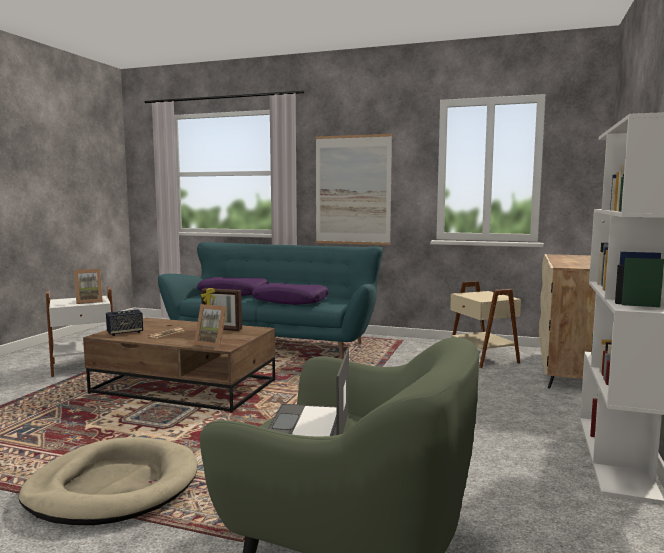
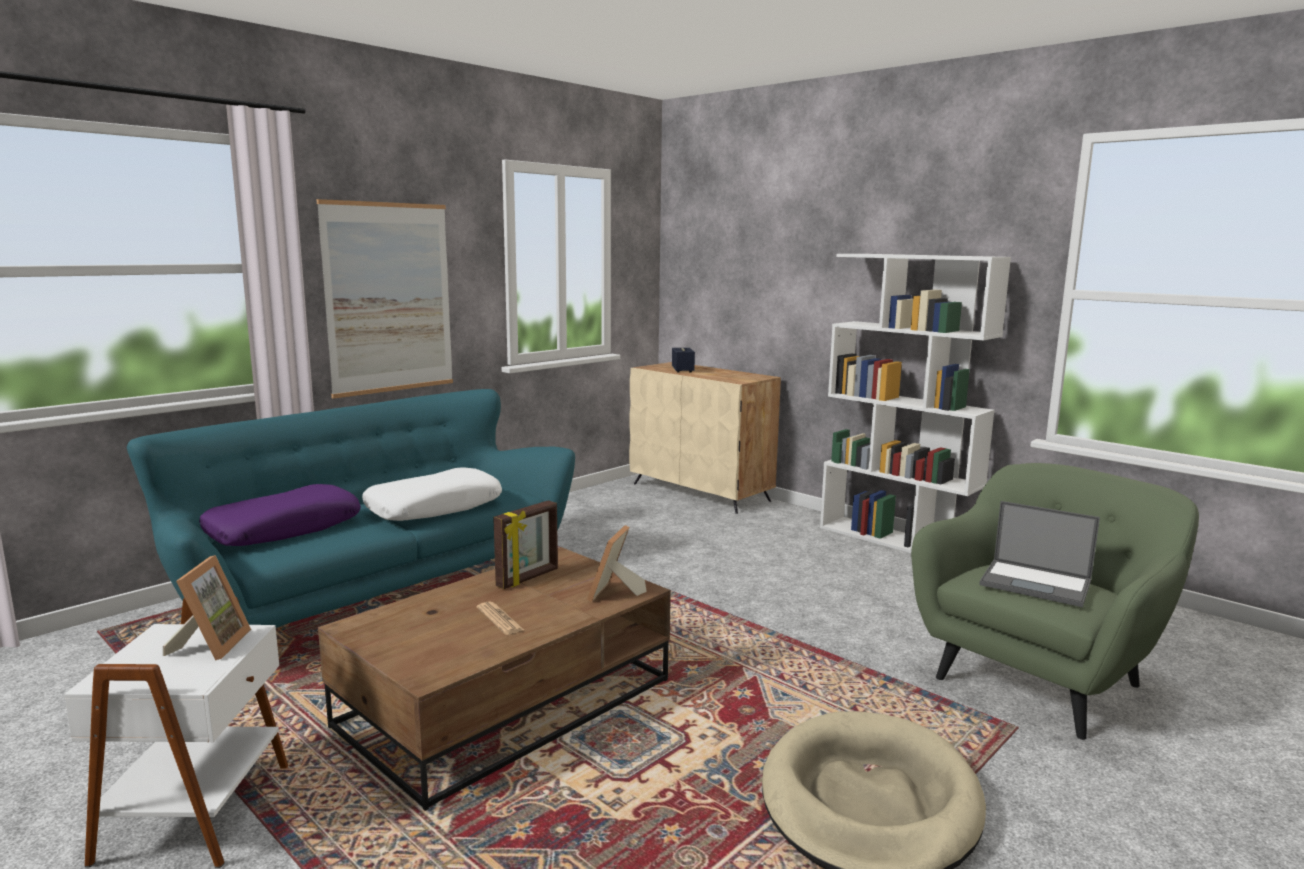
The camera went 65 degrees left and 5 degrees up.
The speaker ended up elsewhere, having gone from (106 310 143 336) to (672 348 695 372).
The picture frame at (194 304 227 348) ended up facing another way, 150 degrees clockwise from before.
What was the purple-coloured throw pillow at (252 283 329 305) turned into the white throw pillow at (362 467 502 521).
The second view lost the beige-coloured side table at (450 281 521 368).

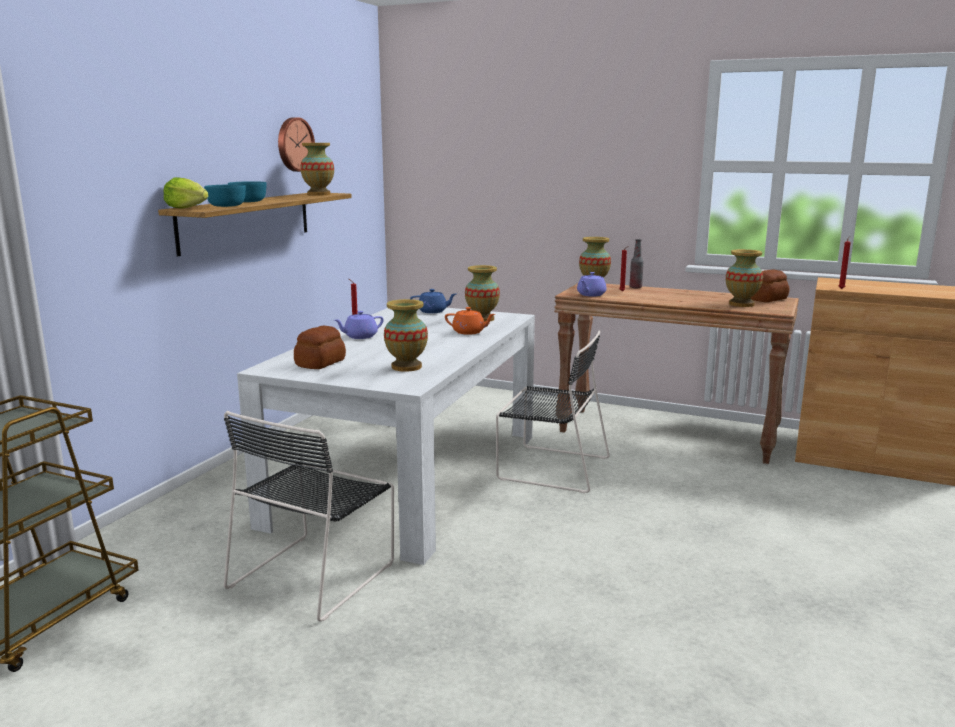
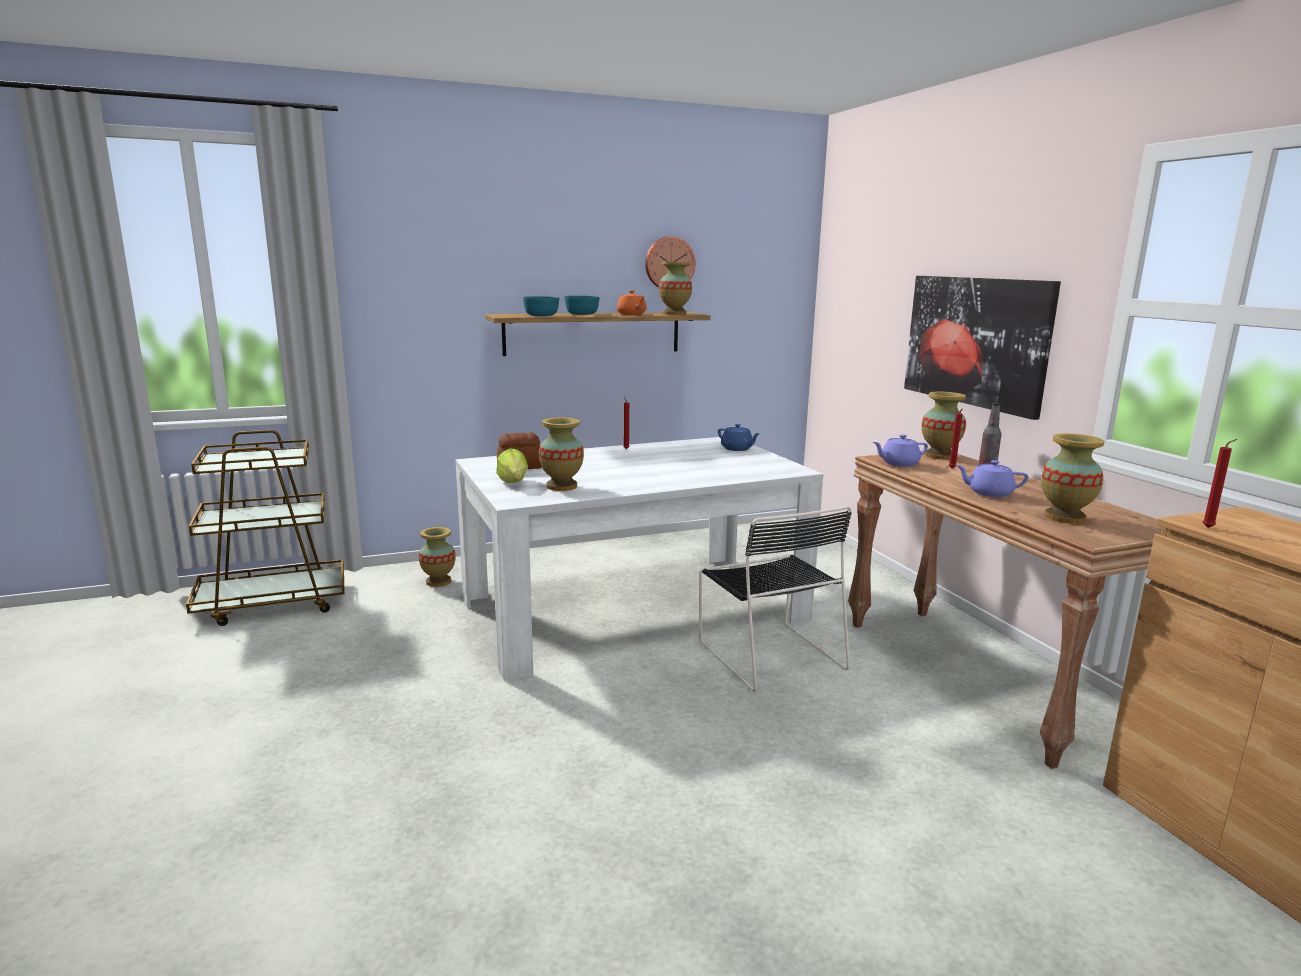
The camera went 45 degrees right and 0 degrees up.
The lettuce head ended up elsewhere, having gone from (163 177 209 208) to (496 448 528 483).
The second view lost the blackish chair at (224 411 394 622).
The purple-coloured teapot ended up elsewhere, having gone from (334 311 384 339) to (955 460 1028 497).
The orangey teapot ended up elsewhere, having gone from (445 307 495 335) to (617 290 647 315).
The flower vase ended up elsewhere, having gone from (465 265 500 322) to (419 527 455 587).
The second view lost the baked bread at (751 270 789 302).
The second view gained the picture at (904 276 1061 420).

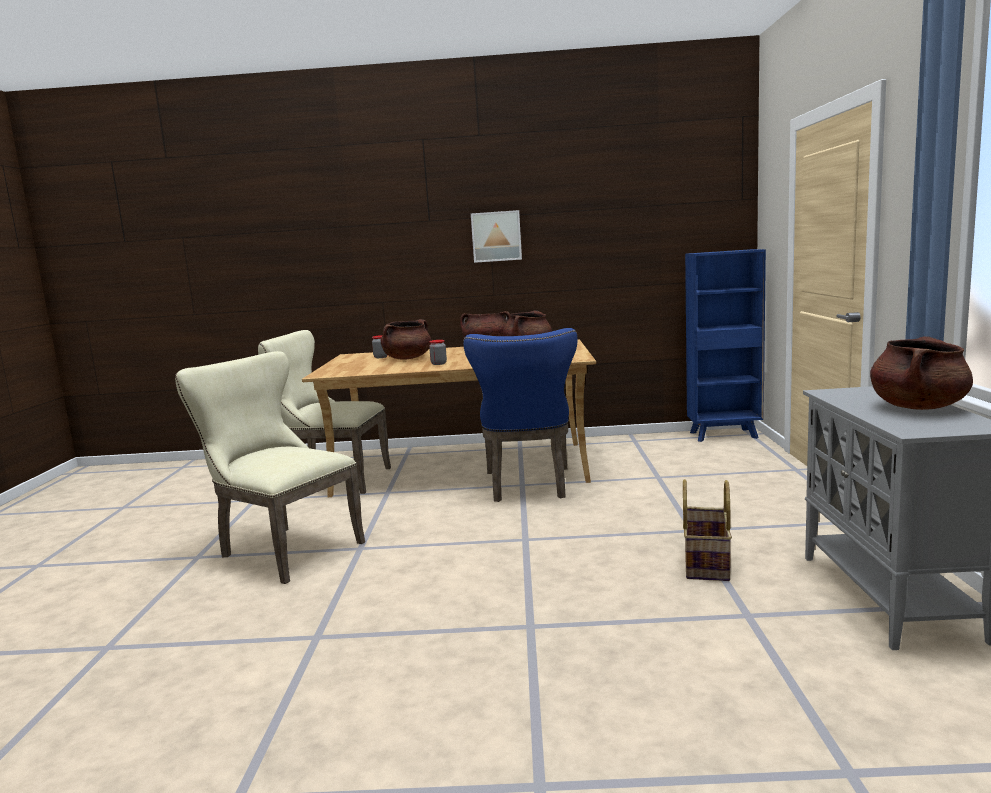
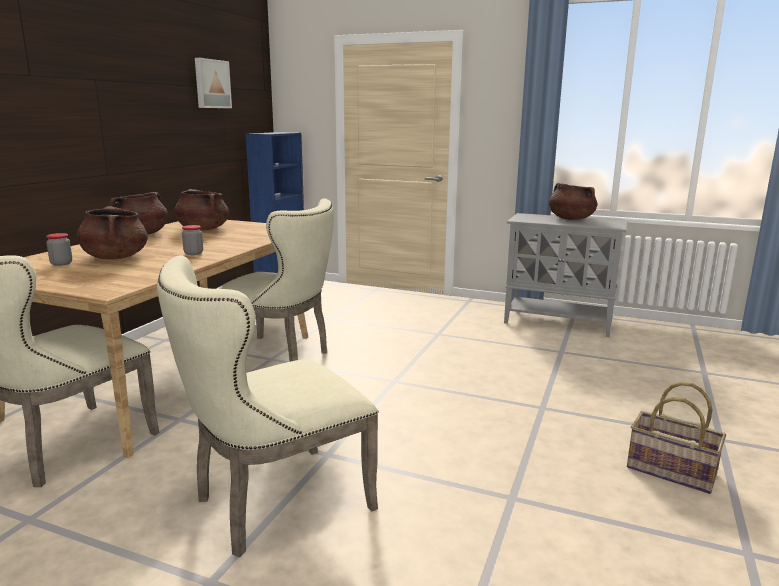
The camera went 70 degrees left and 5 degrees up.
What was the blue-coloured chair at (463 328 578 502) turned into the beige-coloured chair at (216 198 334 362).
The picture ended up elsewhere, having gone from (471 210 522 263) to (195 58 232 108).
The basket ended up elsewhere, having gone from (683 479 732 581) to (627 382 726 494).

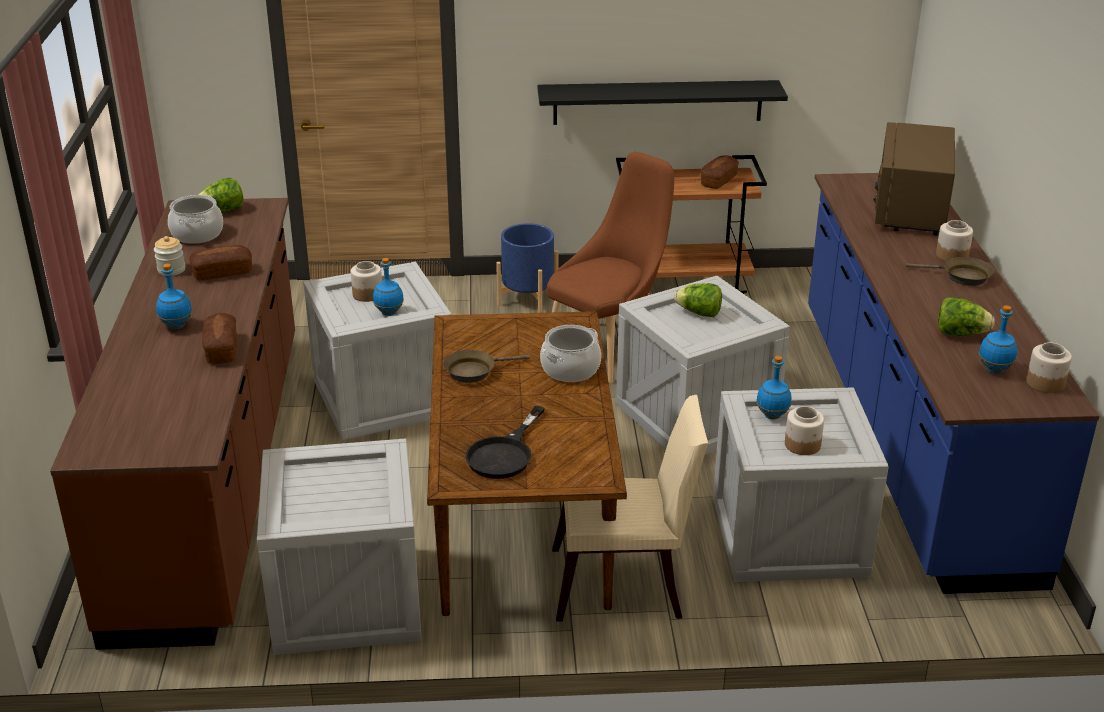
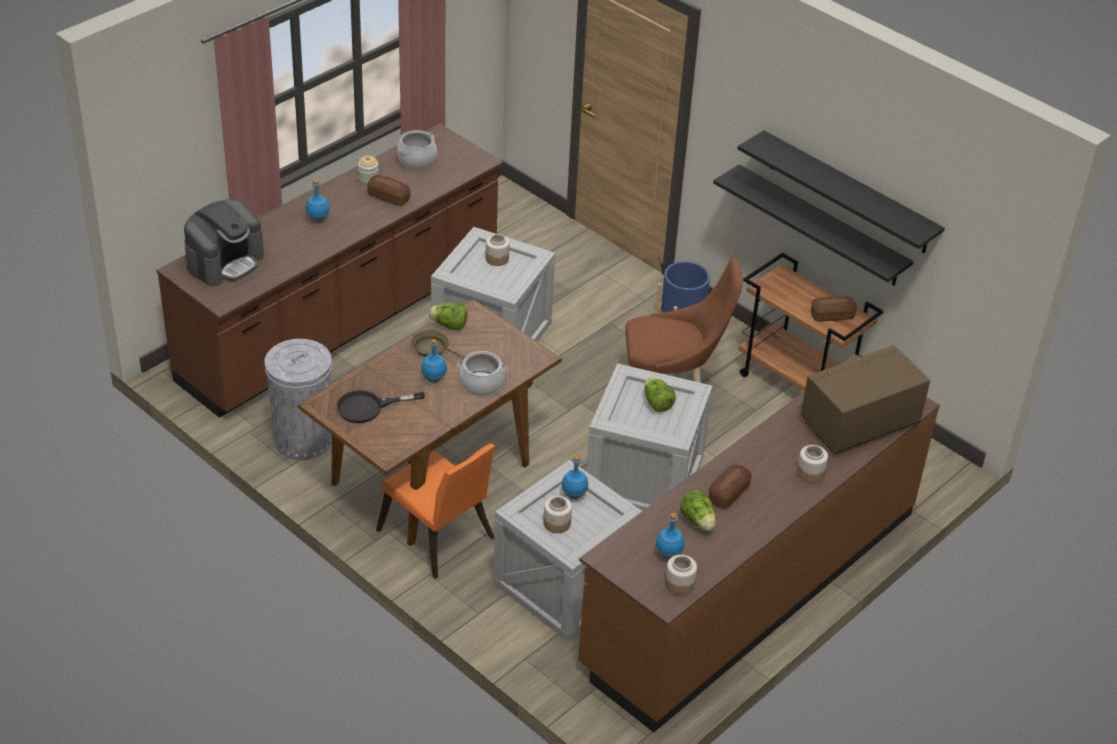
The camera went 45 degrees right and 10 degrees up.
The lettuce head ended up elsewhere, having gone from (198 178 243 211) to (429 302 467 331).
The baked bread ended up elsewhere, having gone from (202 313 237 364) to (709 465 752 509).
Where the packing crate stood at (257 438 422 655), the gray waste bin came to stand at (264 339 332 460).
The blue-coloured bottle ended up elsewhere, having gone from (373 258 404 316) to (421 339 447 383).
What was the beige-coloured chair at (552 395 708 622) turned into the orangey chair at (376 444 495 579).
What was the blue-coloured counter at (808 173 1100 594) turned into the brown counter at (578 354 940 732).
The second view lost the brown pan at (906 257 994 286).
The second view gained the coffee maker at (184 199 264 286).
The second view gained the blackish bracket shelf at (738 130 945 254).

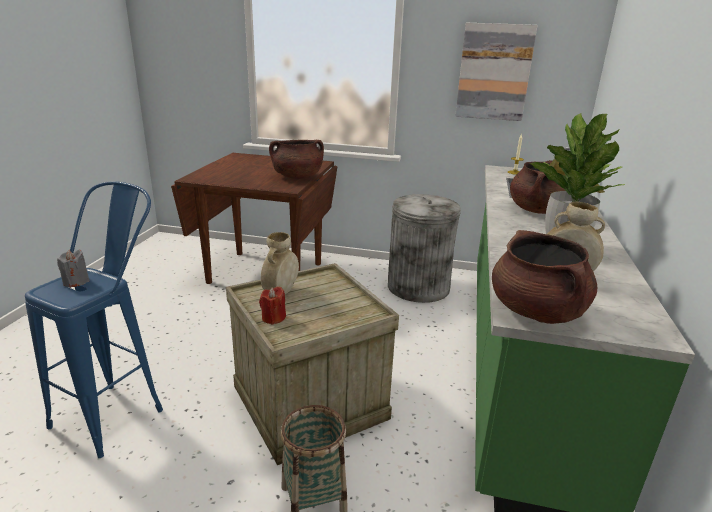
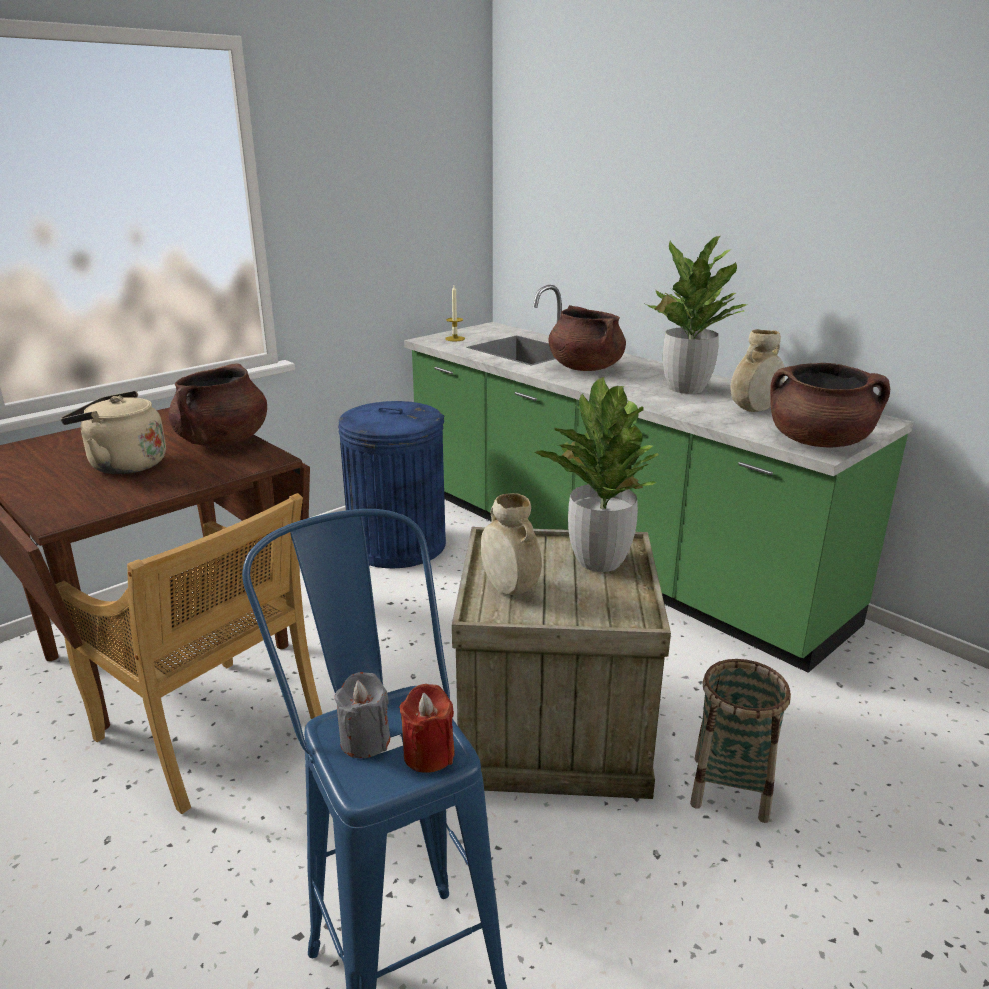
The camera went 55 degrees left and 0 degrees up.
The red wax candle ended up elsewhere, having gone from (259 287 286 325) to (399 684 455 773).
What was the gray waste bin at (388 194 461 303) turned into the blue-coloured waste bin at (338 401 446 568).
The second view lost the picture at (455 23 538 121).
The second view gained the beige-coloured chair at (55 493 322 814).
The second view gained the beige-coloured kettle at (61 391 166 474).
The second view gained the plant in a pot at (534 377 659 572).

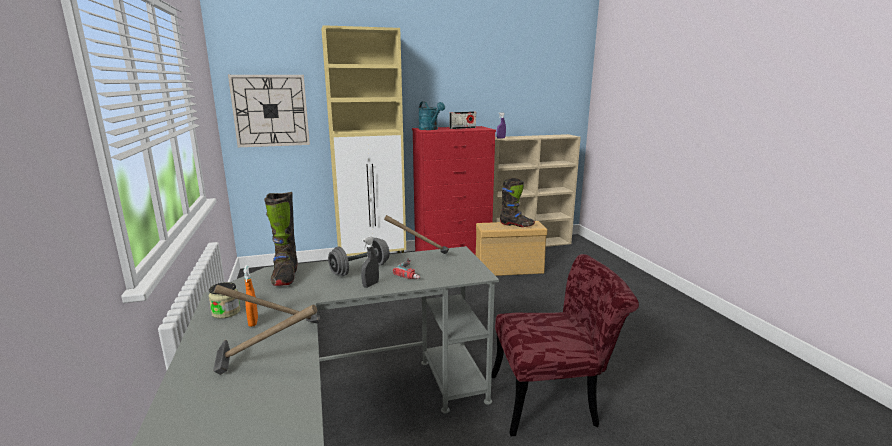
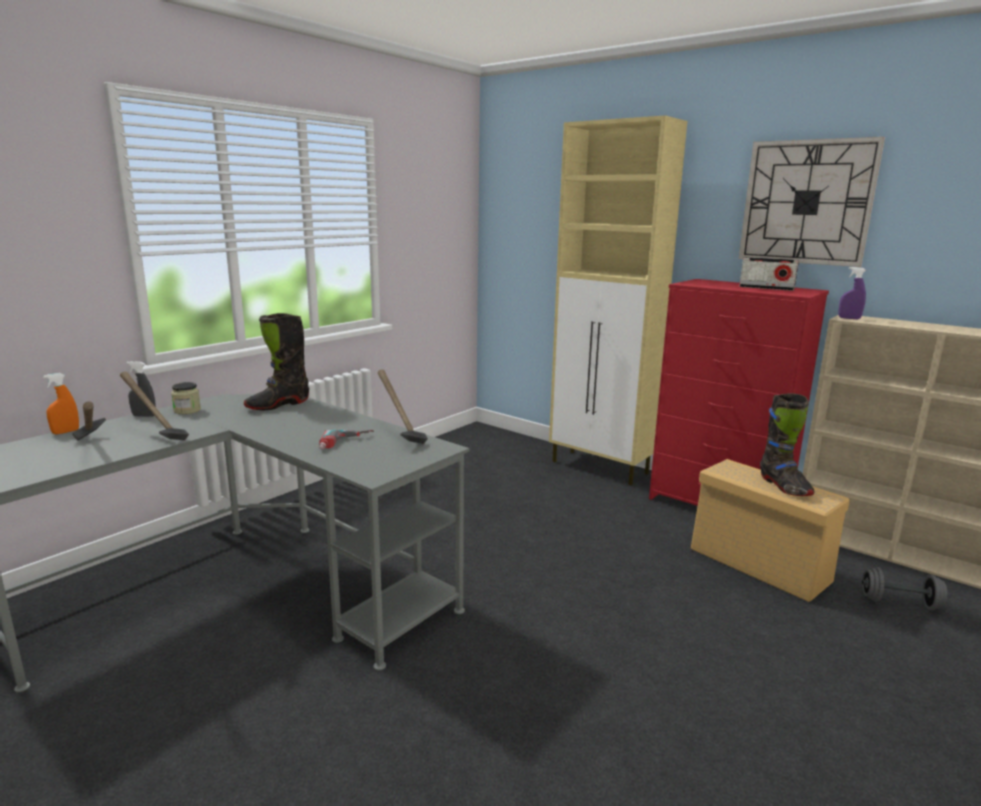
The camera went 55 degrees right and 0 degrees up.
The hanging clock ended up elsewhere, having gone from (228 75 310 147) to (739 137 885 267).
The orangey sprayer ended up elsewhere, having gone from (243 265 258 327) to (43 373 79 434).
The gray hand weight ended up elsewhere, having gone from (328 238 390 276) to (862 567 948 610).
The gray sprayer ended up elsewhere, having gone from (361 236 379 288) to (126 361 156 417).
The second view lost the turquoise-coloured sprinkling can at (419 101 445 130).
The second view lost the red chair at (492 254 639 436).

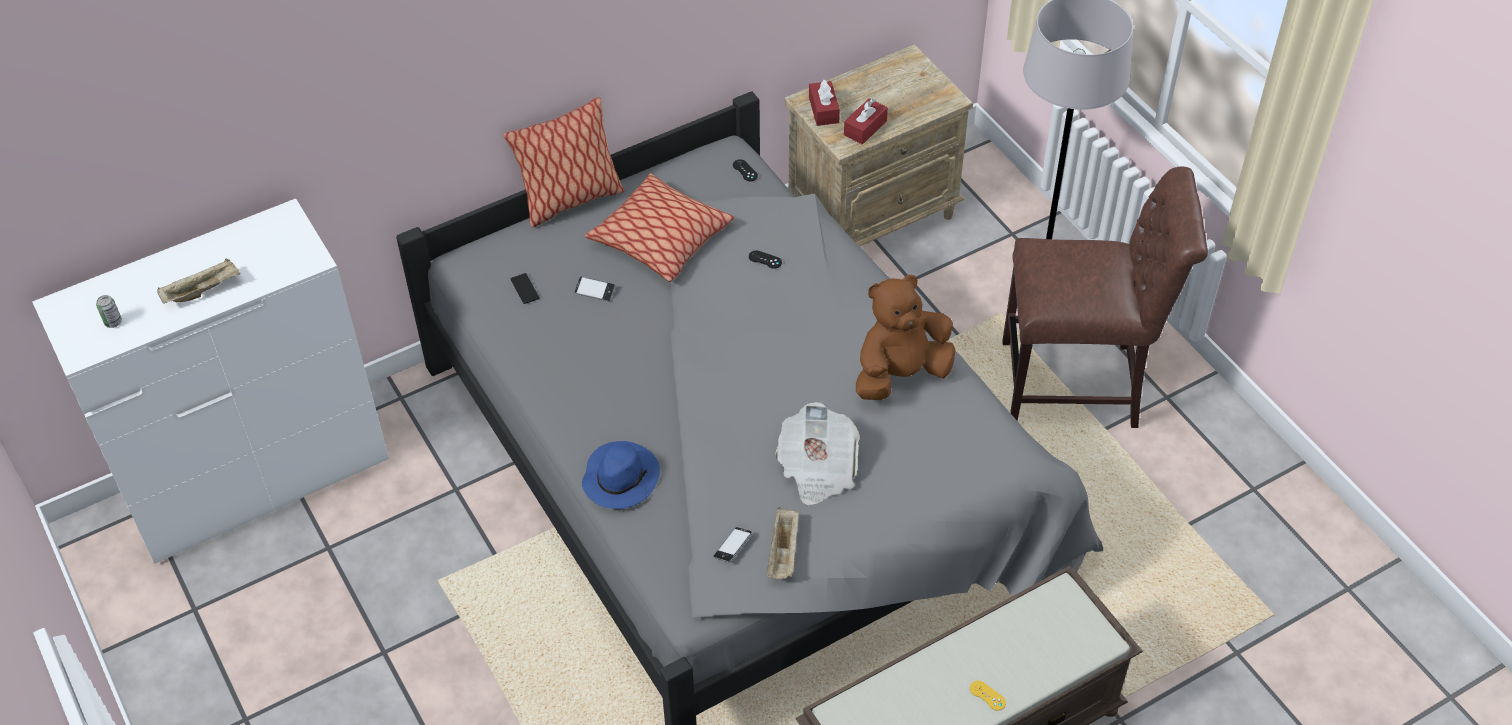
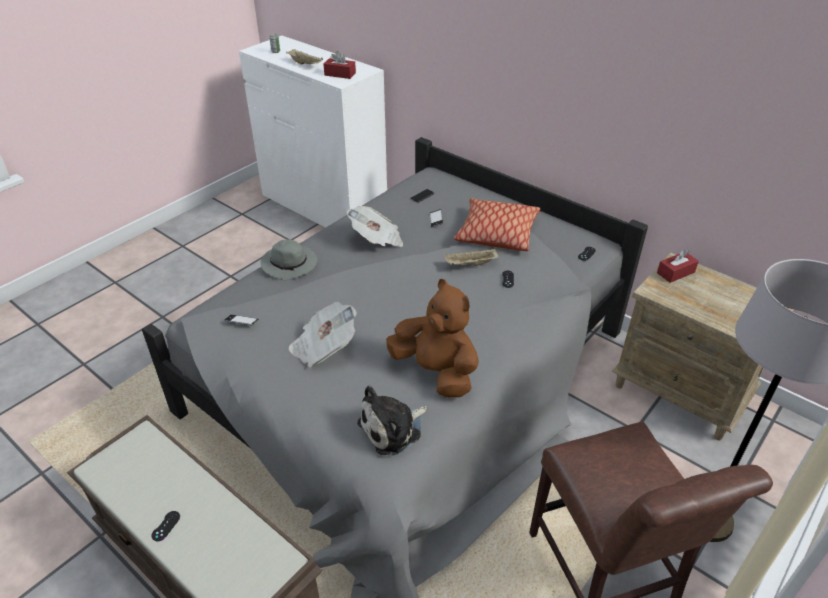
The camera went 70 degrees right and 10 degrees down.
The second view lost the throw pillow at (503 97 624 227).
What was the blue-coloured wearable hat at (582 441 660 509) turned into the gray wearable hat at (260 239 317 280).
The beige-coloured carrying tray ended up elsewhere, having gone from (766 507 799 579) to (445 248 499 266).
The red tissue box ended up elsewhere, having gone from (844 98 888 145) to (323 51 356 79).
What was the yellowish game controller at (970 681 1006 711) turned into the blackish game controller at (152 511 180 541).
The second view gained the daily paper at (347 206 404 247).
The second view gained the soft toy at (357 386 427 456).

